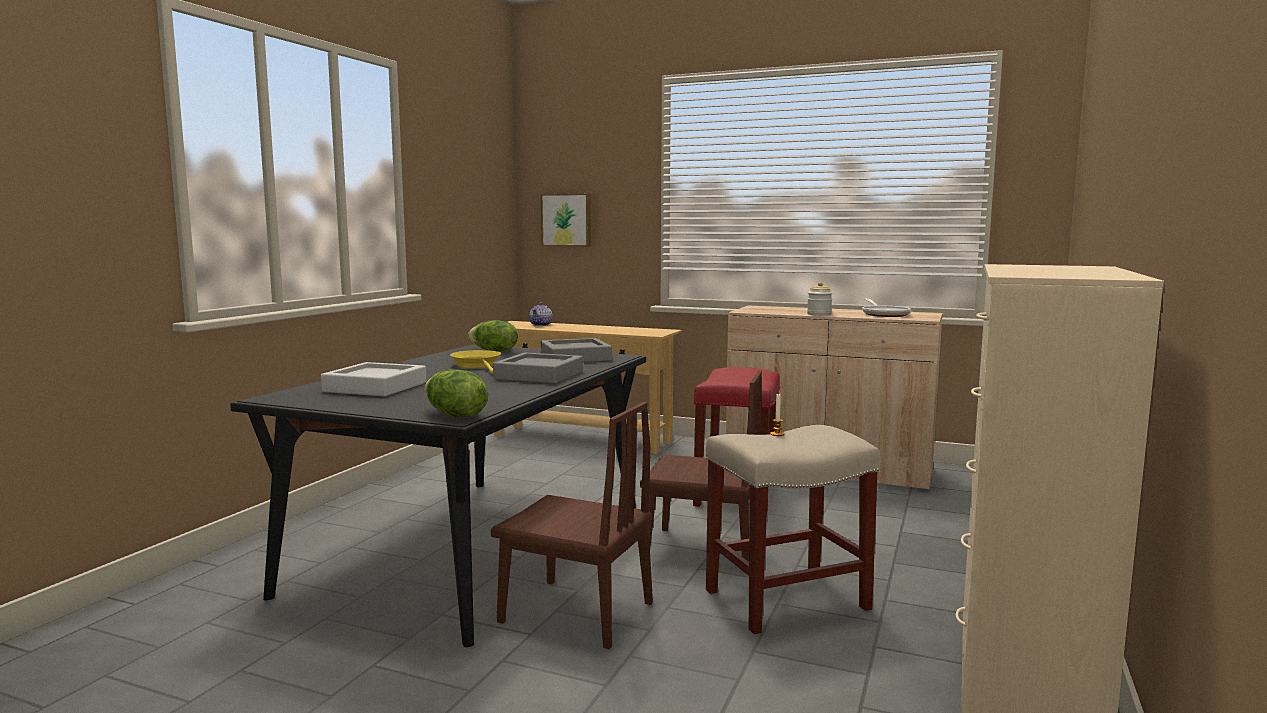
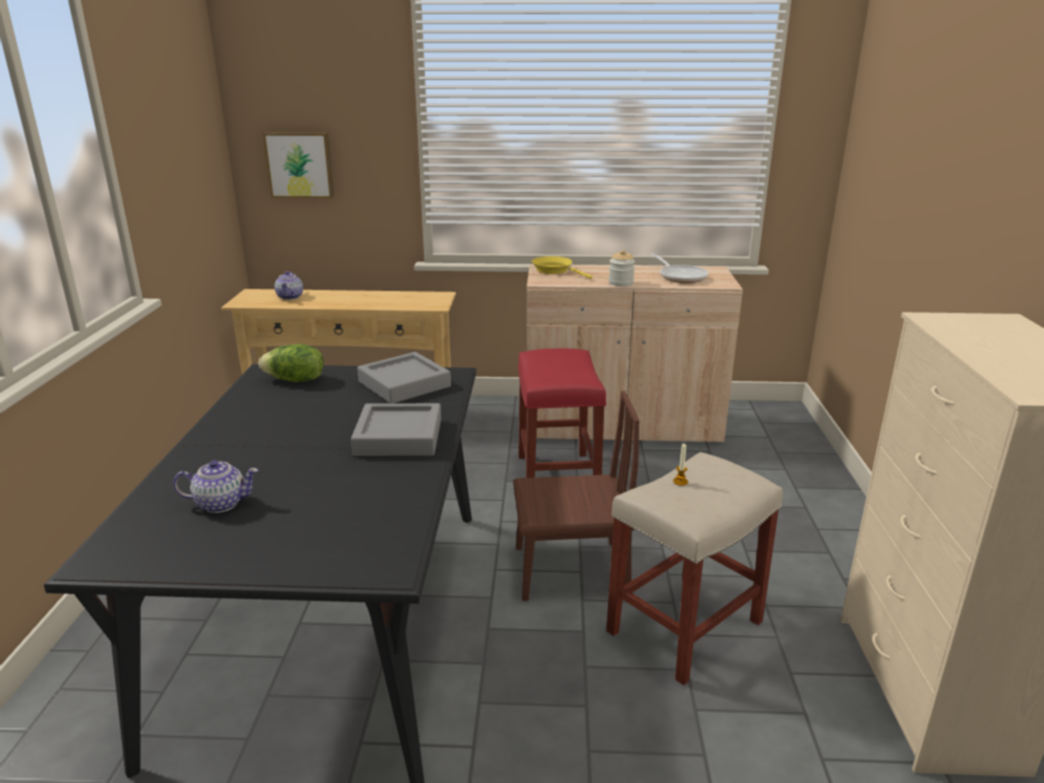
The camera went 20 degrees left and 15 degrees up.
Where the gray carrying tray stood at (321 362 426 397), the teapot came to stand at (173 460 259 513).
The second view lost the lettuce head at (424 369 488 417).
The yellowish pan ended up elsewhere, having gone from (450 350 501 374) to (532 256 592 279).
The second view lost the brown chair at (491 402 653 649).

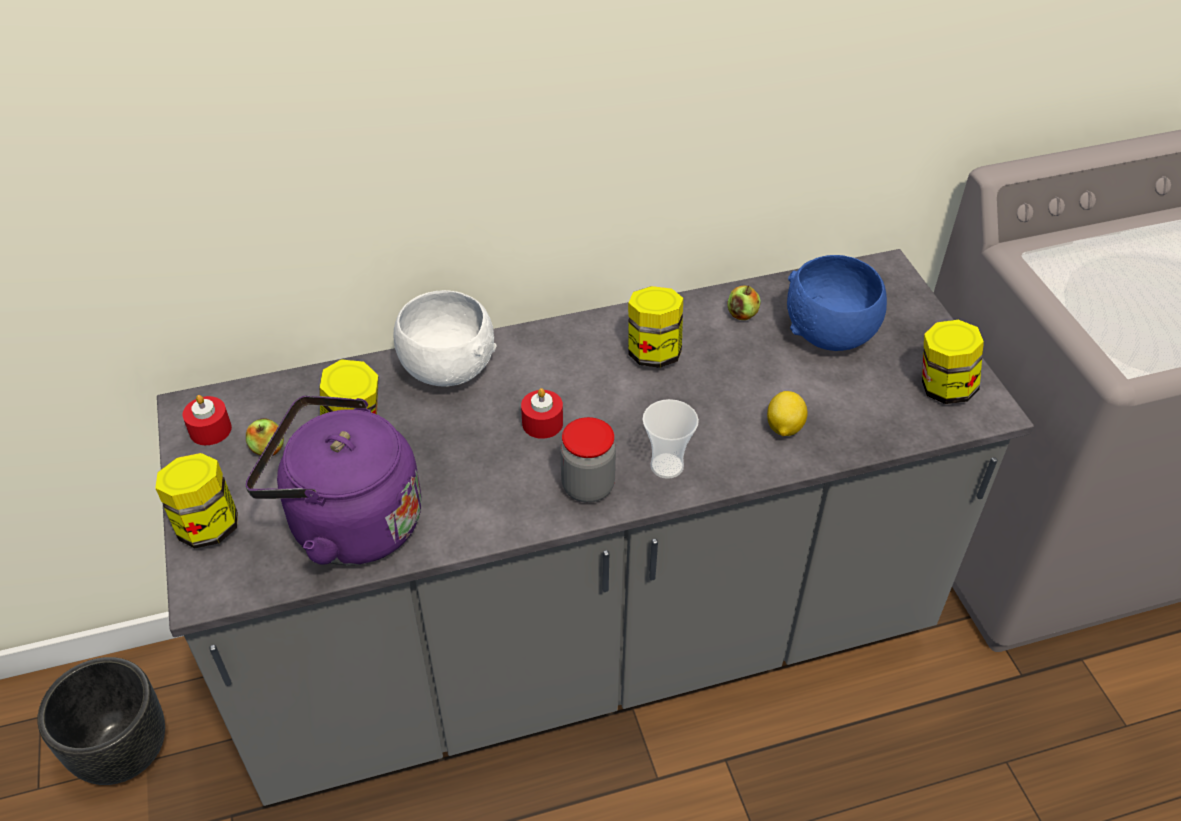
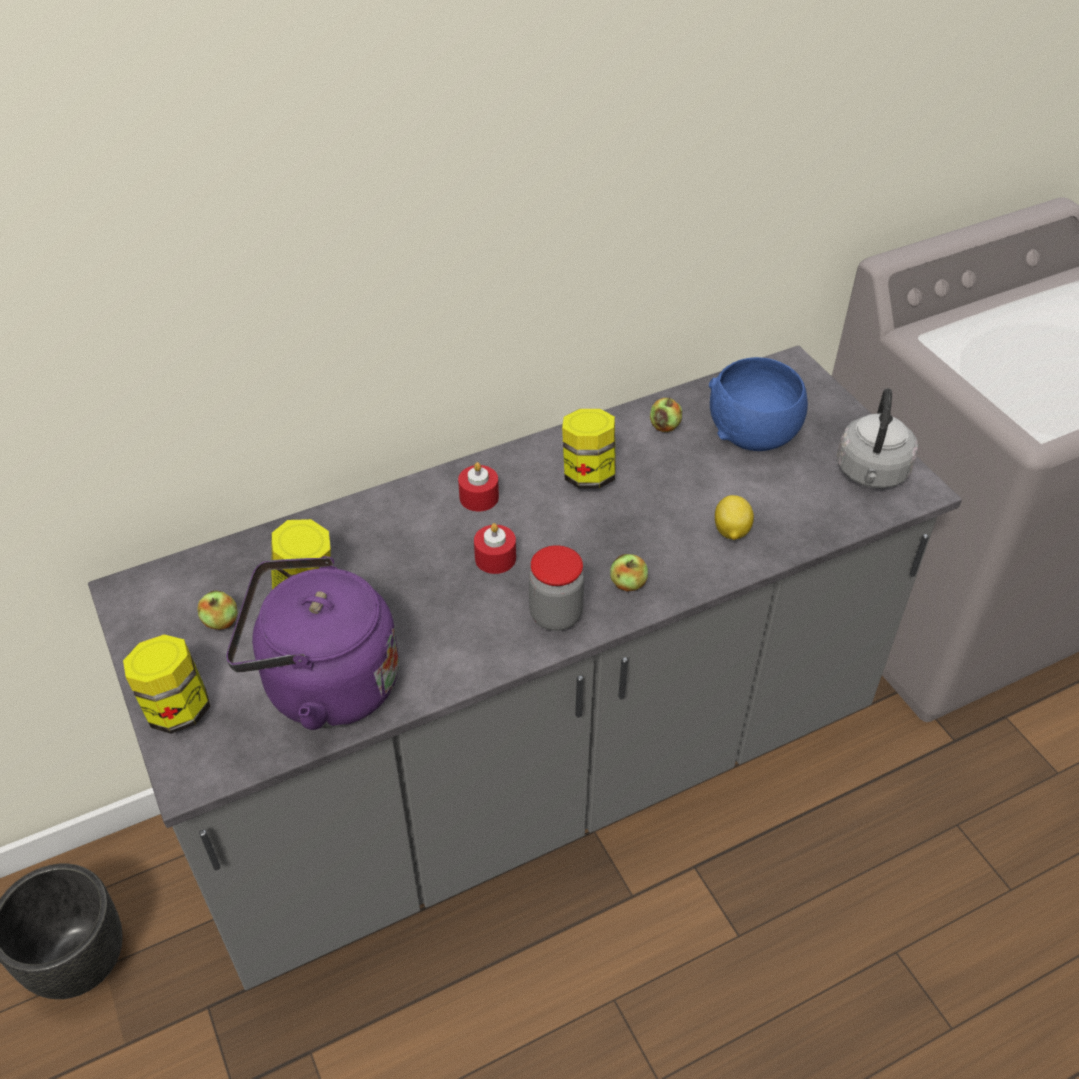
The camera went 10 degrees left and 0 degrees up.
The red wax candle ended up elsewhere, having gone from (183 395 232 445) to (458 462 499 511).
The second view lost the white deep dish at (393 290 497 387).
Where the cup stood at (643 399 699 479), the apple fruit came to stand at (610 554 648 592).
Where the storage jar stood at (922 320 984 404), the gray kettle came to stand at (837 388 918 488).

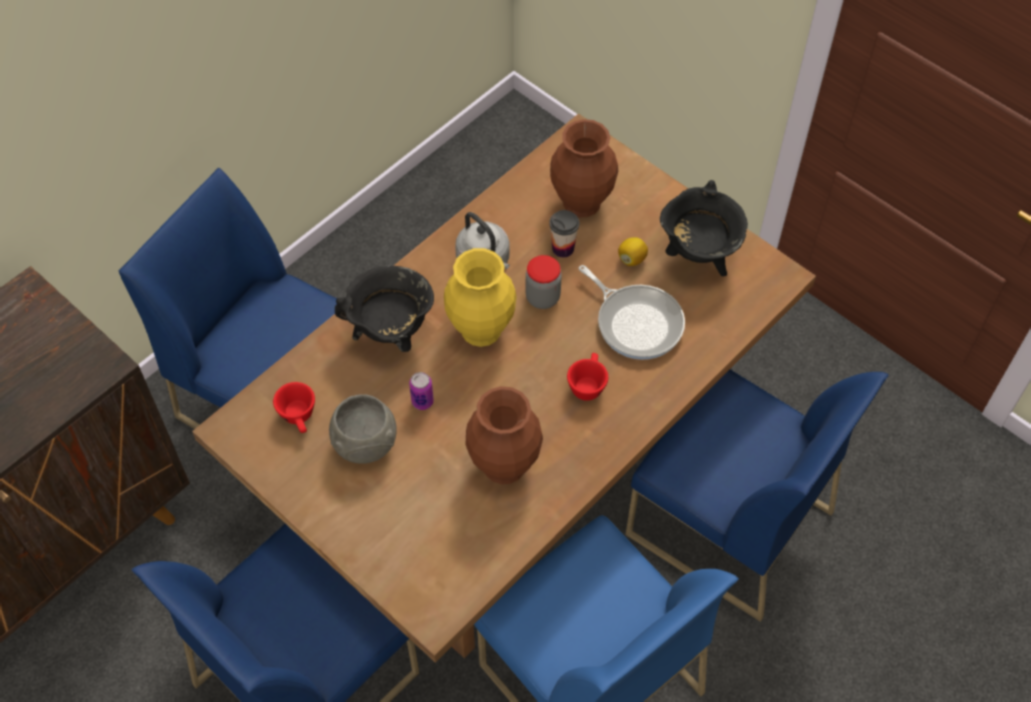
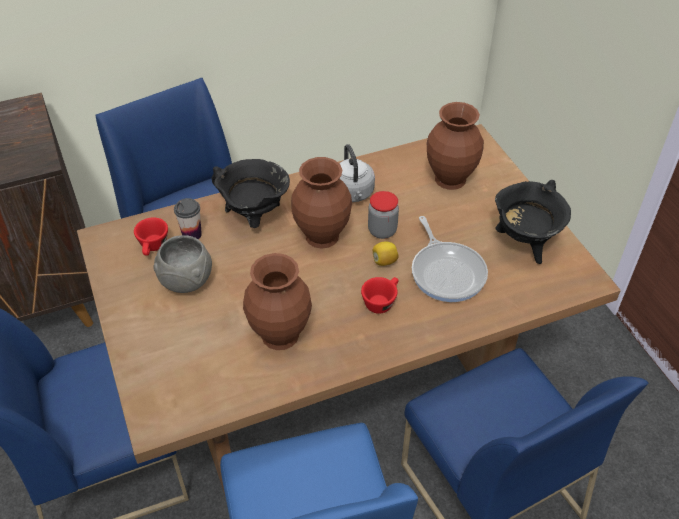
The camera went 25 degrees right and 10 degrees down.
The second view lost the sealed can at (409 372 434 410).
What was the yellowish flower vase at (444 248 517 347) turned into the brown flower vase at (291 157 352 249).
The cup ended up elsewhere, having gone from (549 210 579 258) to (174 198 202 239).
The whole lemon ended up elsewhere, having gone from (618 237 648 266) to (373 241 399 266).

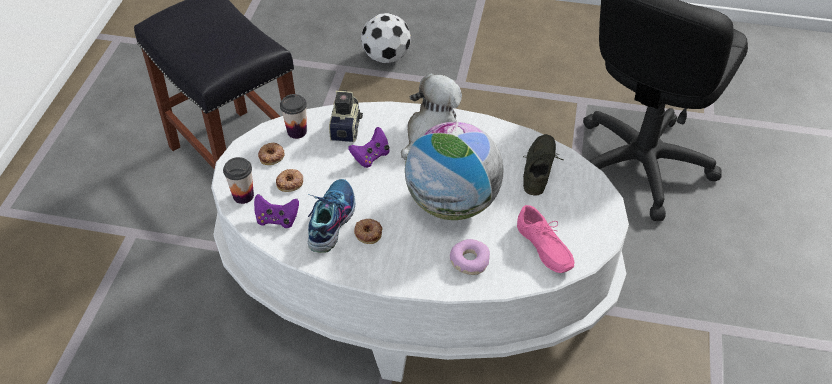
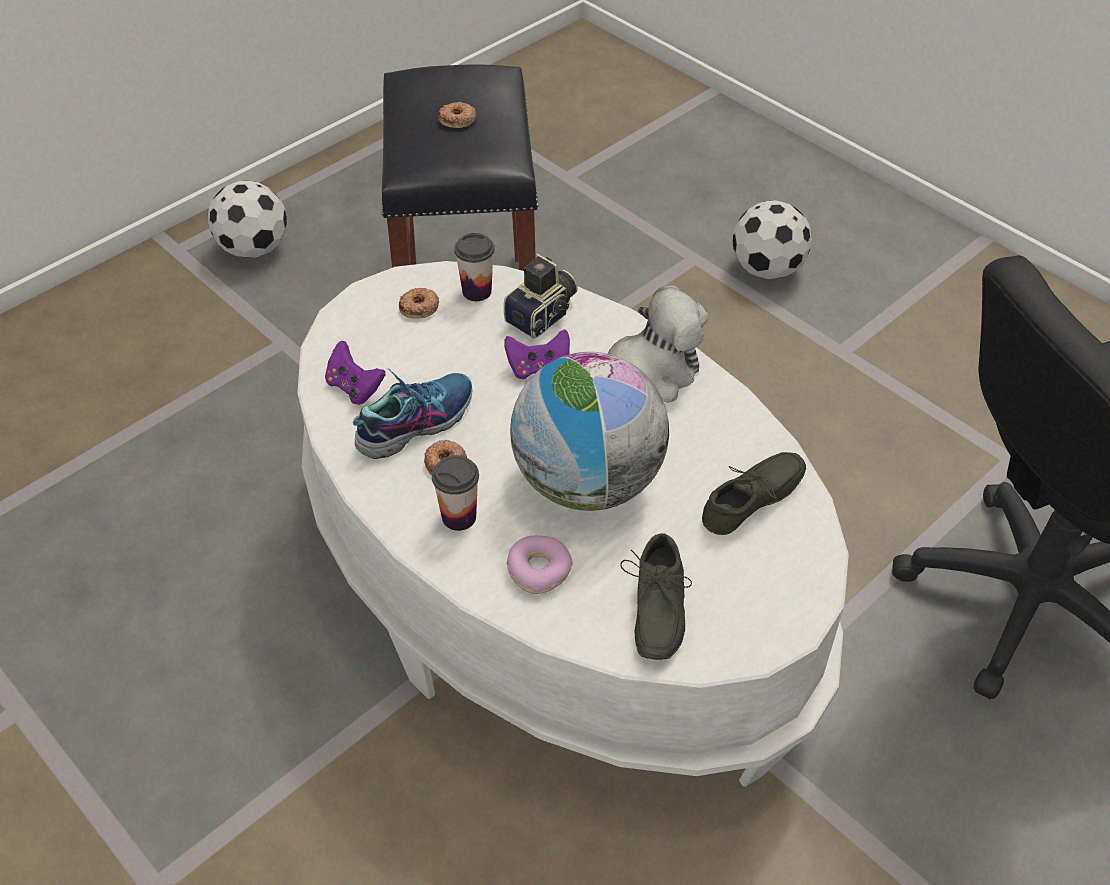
The camera went 35 degrees right and 0 degrees up.
The cup ended up elsewhere, having gone from (223 157 254 204) to (432 455 479 531).
The donut ended up elsewhere, having gone from (276 169 303 192) to (438 102 477 128).
What was the pink item of footwear at (517 205 574 273) turned into the gray item of footwear at (620 533 692 660).
The second view gained the football ball at (208 180 287 258).

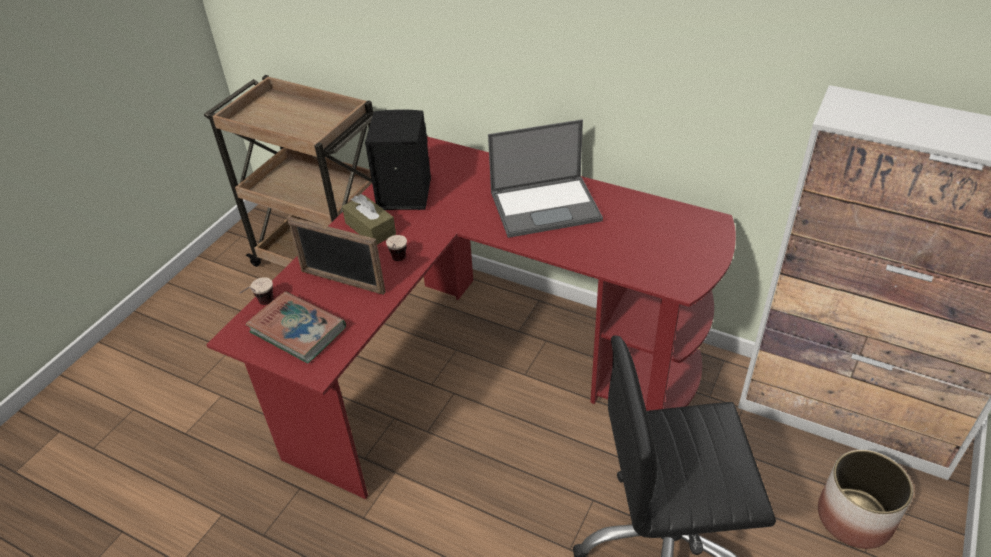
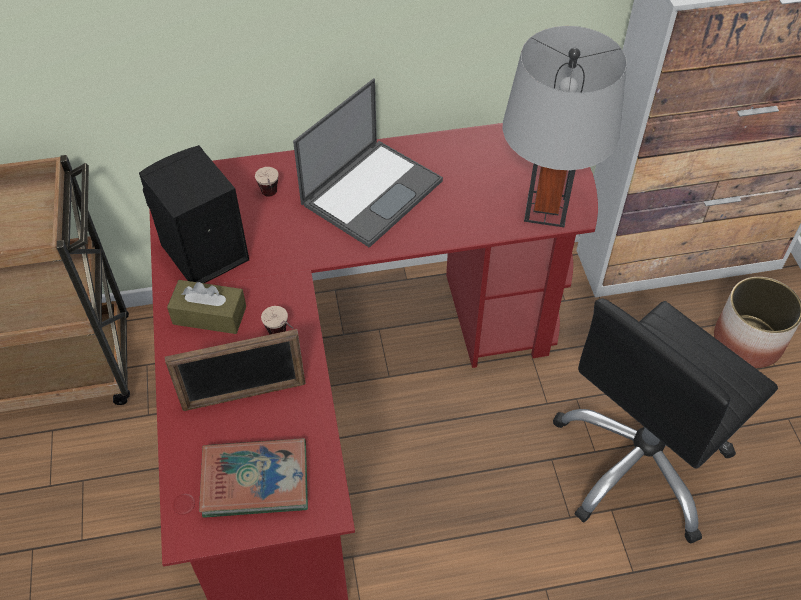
The camera went 40 degrees left and 10 degrees up.
The cup ended up elsewhere, having gone from (240 277 274 305) to (255 167 279 197).
The second view gained the gray tabletop lamp at (503 26 627 227).

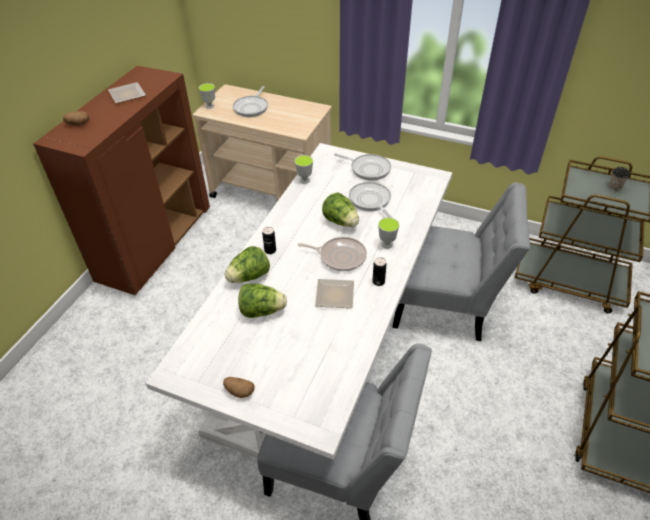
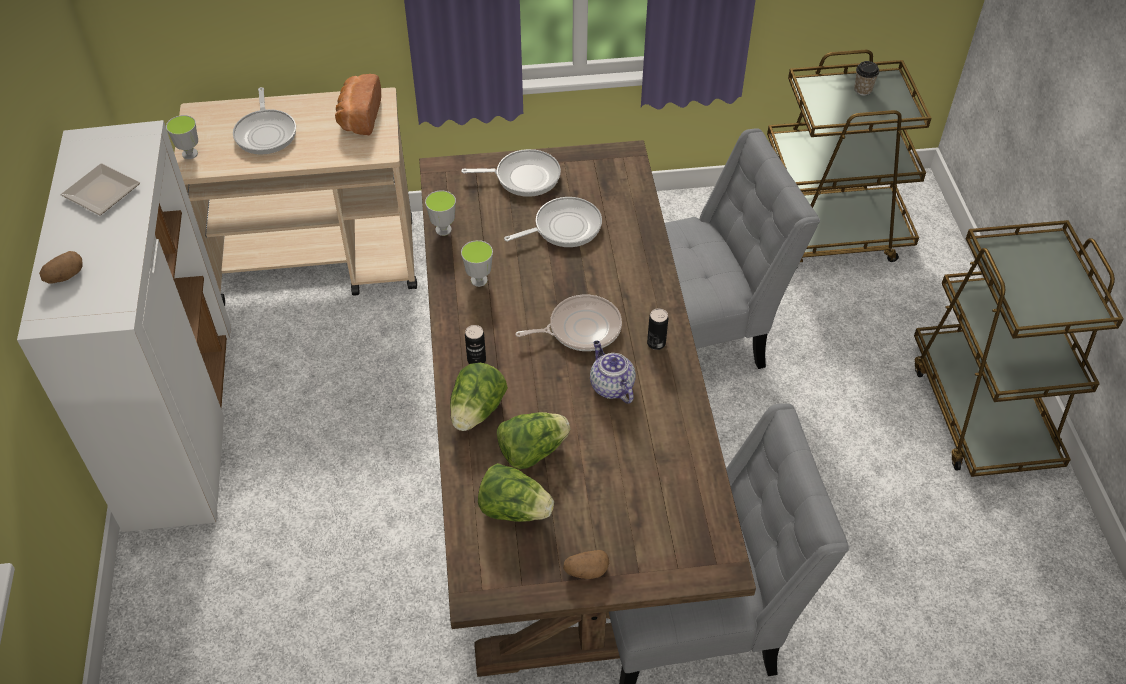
The camera went 30 degrees left and 5 degrees up.
What was the brown storage cabinet at (33 66 210 295) turned into the white storage cabinet at (17 120 231 532).
What was the white kitchen table at (145 143 452 459) turned into the brown kitchen table at (419 140 756 677).
Where the plate stood at (315 279 354 308), the teapot came to stand at (590 341 636 404).
The lettuce head ended up elsewhere, having gone from (322 192 359 227) to (478 463 554 522).
The pan at (349 182 392 218) ended up facing another way, 120 degrees clockwise from before.
The cup ended up elsewhere, having gone from (378 217 399 249) to (461 240 493 287).
The second view gained the baked bread at (335 74 381 135).

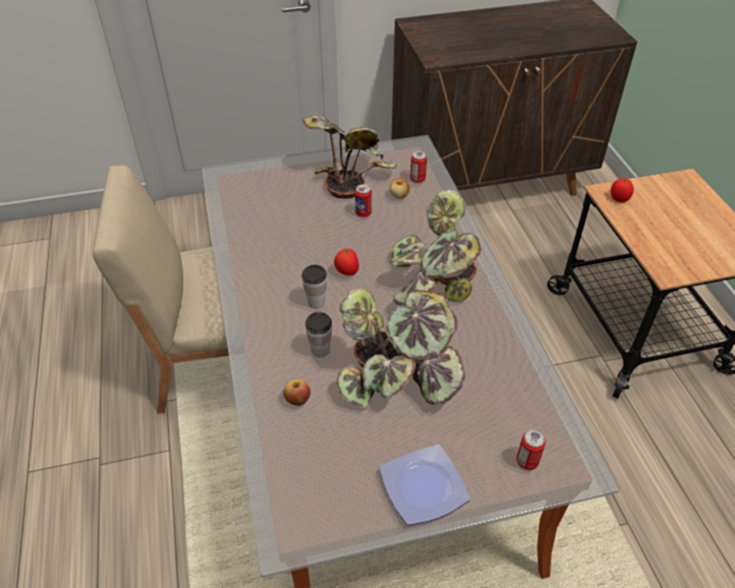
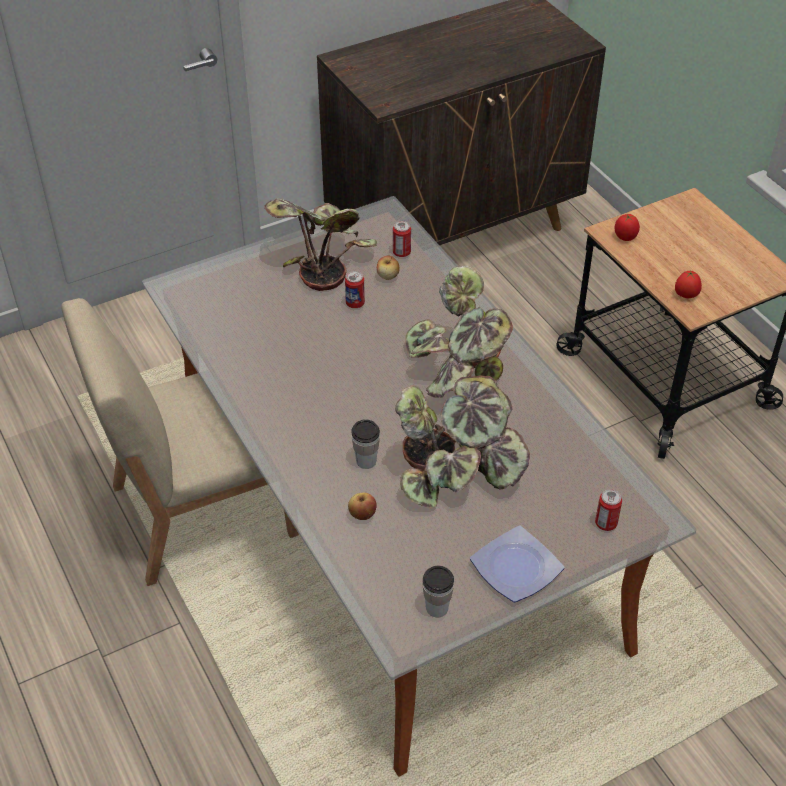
The camera went 15 degrees left and 0 degrees up.
The cup ended up elsewhere, having gone from (302 265 327 308) to (422 566 454 617).
The fresh tomato ended up elsewhere, having gone from (334 249 359 275) to (675 271 702 298).

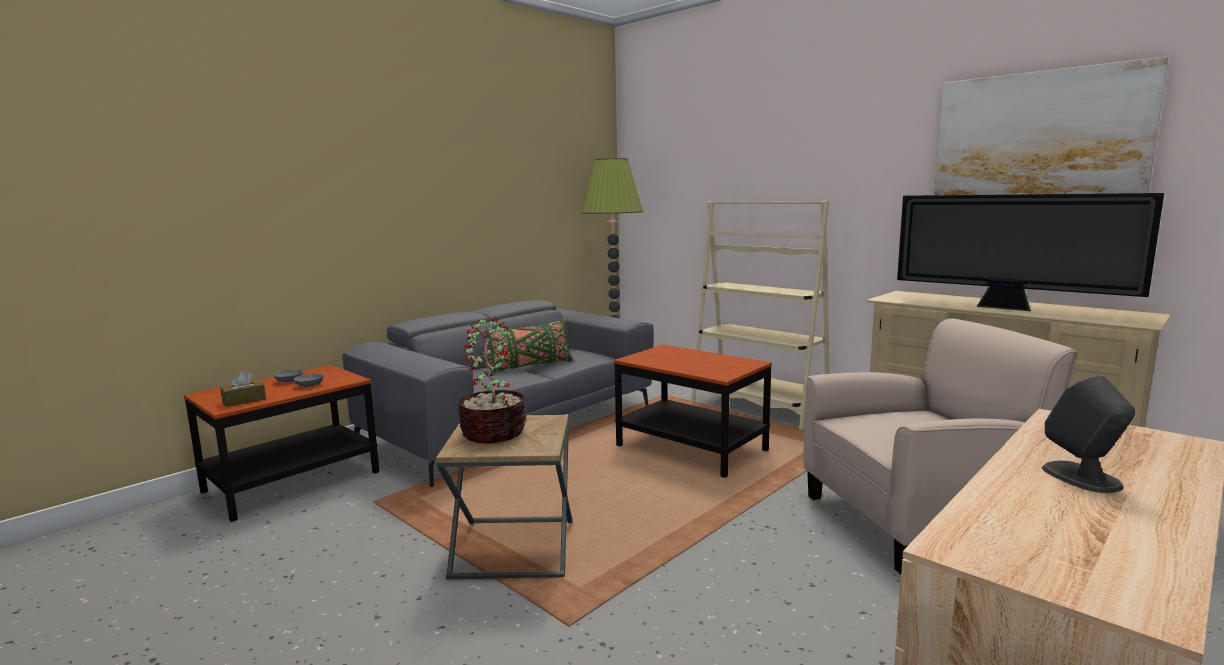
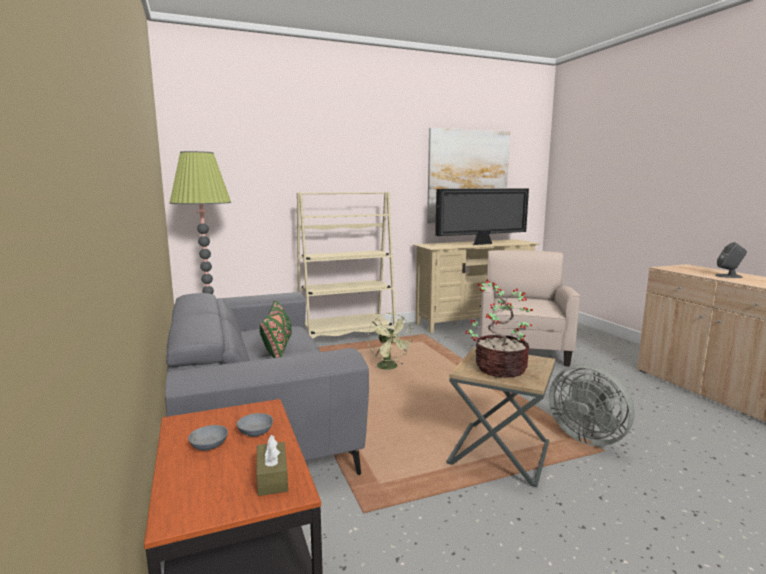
The camera went 65 degrees left and 0 degrees up.
Where the side table stood at (614 345 772 478), the greenish cooling fan came to stand at (367 313 414 370).
The second view gained the gray cooling fan at (549 364 635 446).

